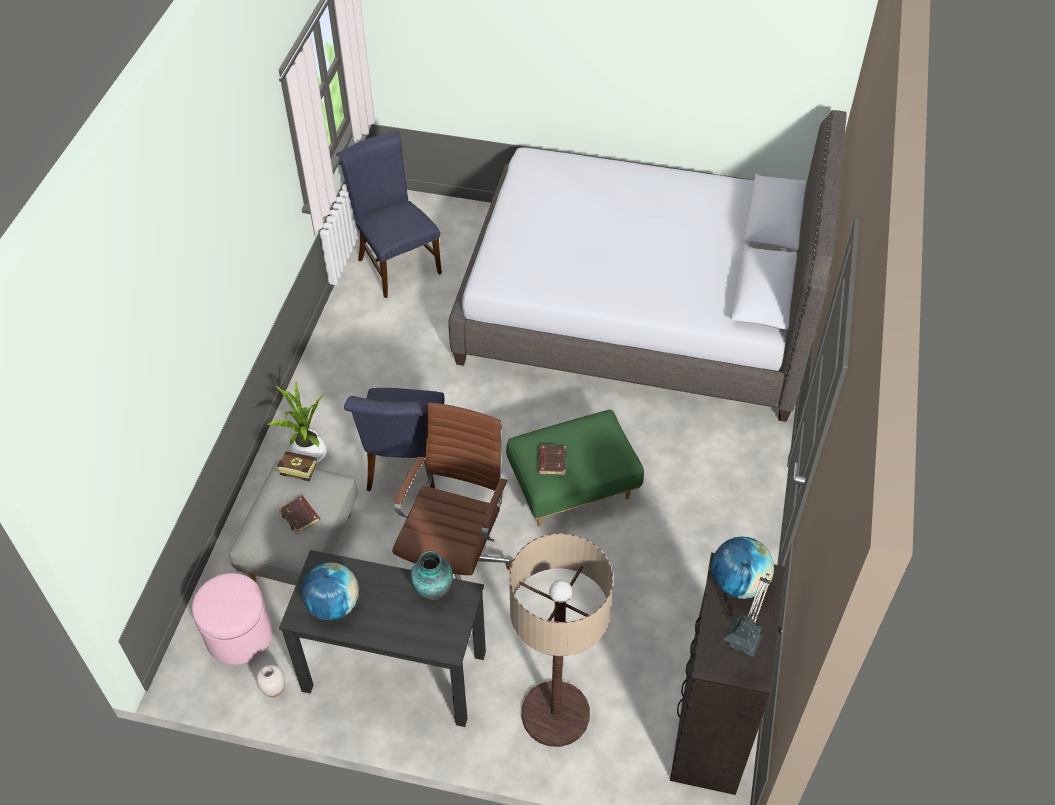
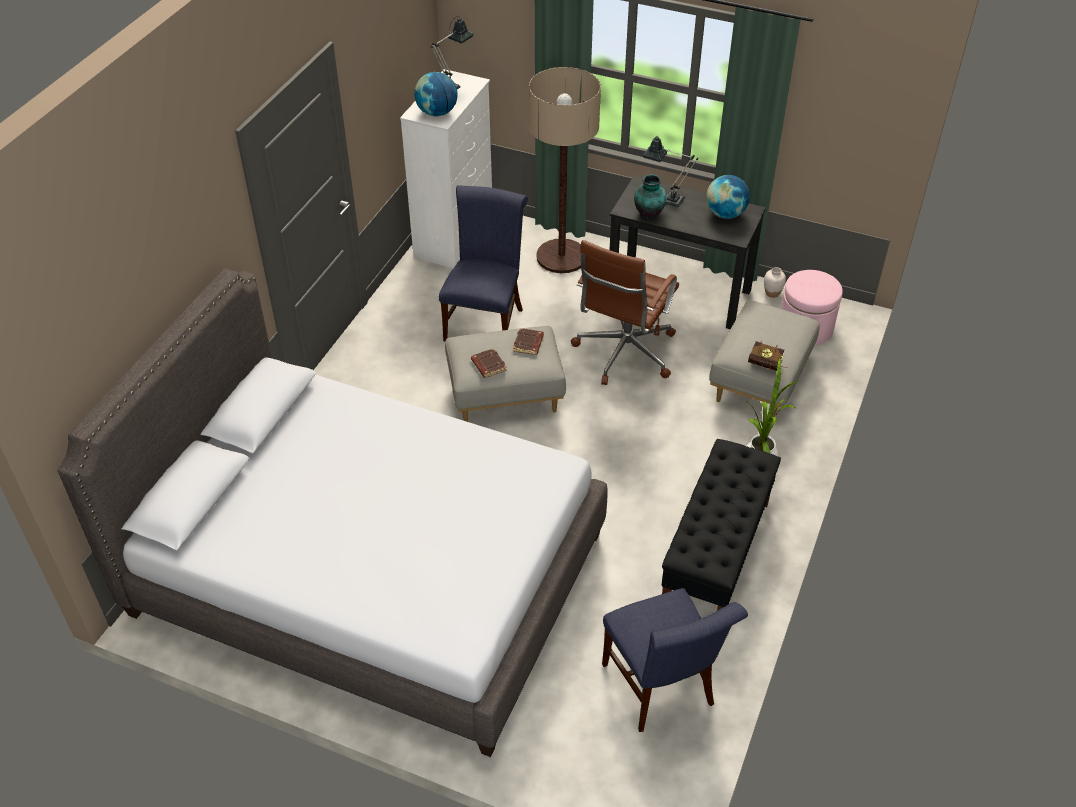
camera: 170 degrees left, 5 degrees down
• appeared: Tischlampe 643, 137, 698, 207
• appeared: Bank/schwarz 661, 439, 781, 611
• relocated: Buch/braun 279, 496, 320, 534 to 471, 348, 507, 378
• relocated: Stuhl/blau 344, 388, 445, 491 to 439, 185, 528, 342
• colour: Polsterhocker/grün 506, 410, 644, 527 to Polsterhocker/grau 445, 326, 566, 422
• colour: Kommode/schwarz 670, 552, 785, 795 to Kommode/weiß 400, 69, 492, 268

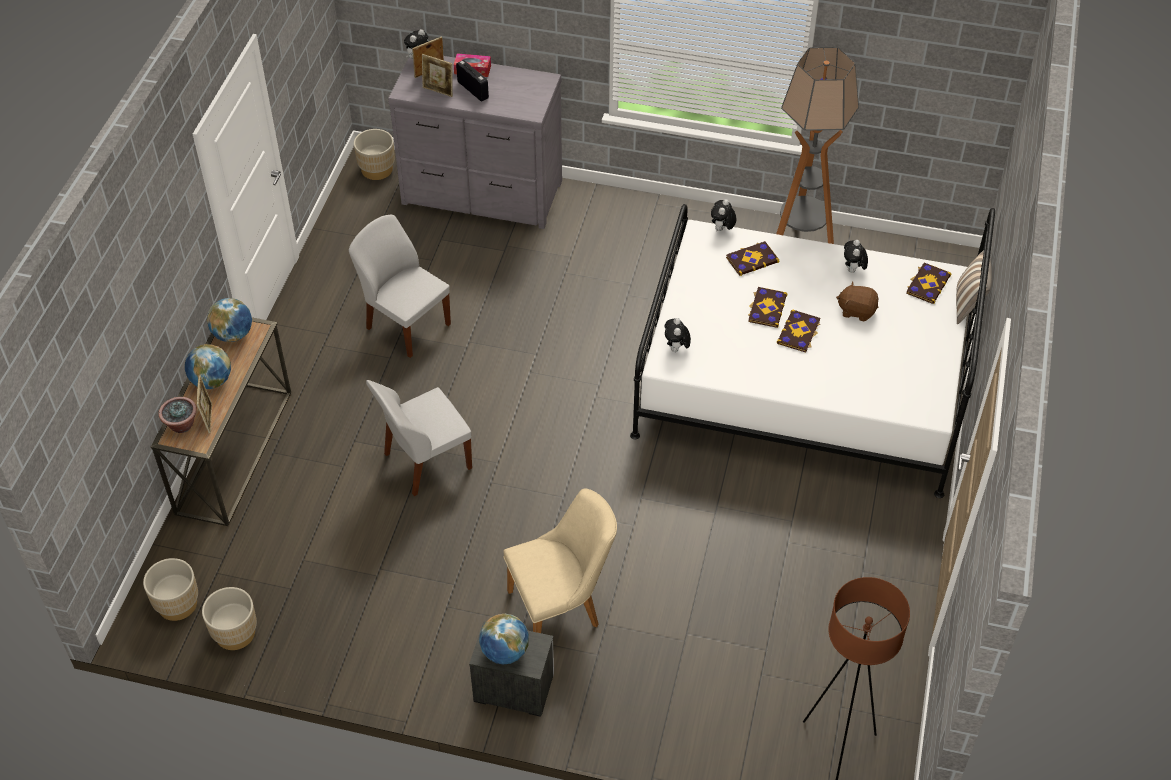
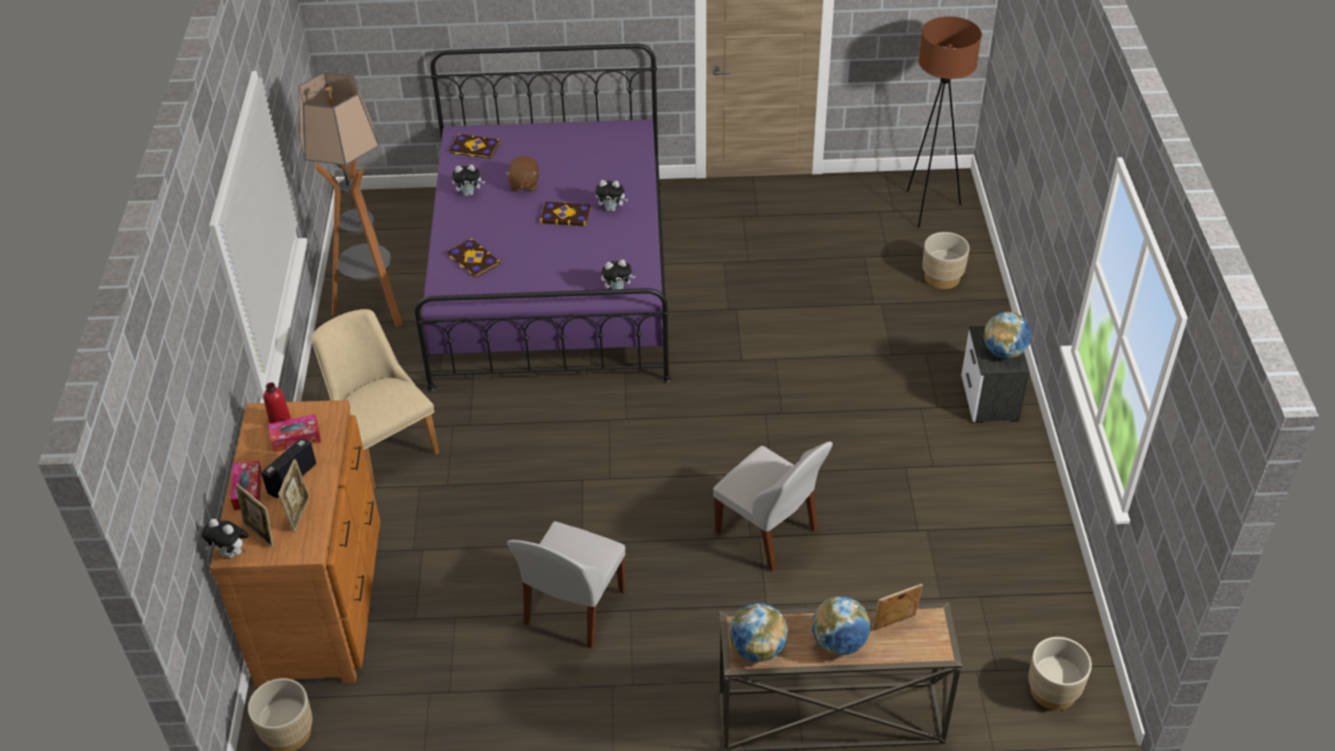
camera: 105 degrees left, 5 degrees down
• missing: Topfpflanze 158, 397, 197, 433
• missing: Buch 748, 287, 788, 328
• missing: Kissen 956, 250, 992, 324
• appeared: Flasche/rot 263, 382, 291, 424
• appeared: Taschentuchbox 268, 414, 321, 452
• relocated: Pflanzkübel/beige 202, 587, 257, 650 to 922, 232, 969, 289
• relocated: Stuhl/beige 503, 489, 617, 633 to 312, 309, 439, 489
• relocated: Plüschtier 711, 199, 736, 231 to 595, 180, 629, 212
• colour: Kommode/grau 388, 56, 562, 229 to Kommode/braun 210, 400, 380, 686
• colour: Bett/weiß 630, 204, 995, 498 to Bett/lila 415, 44, 672, 392

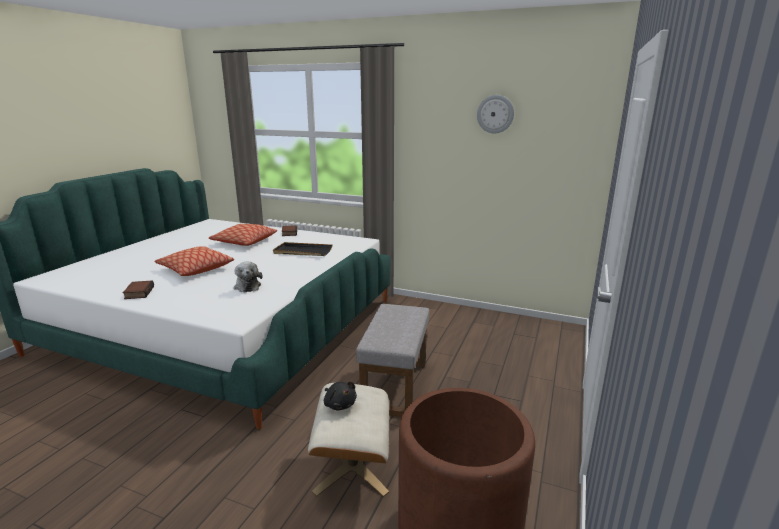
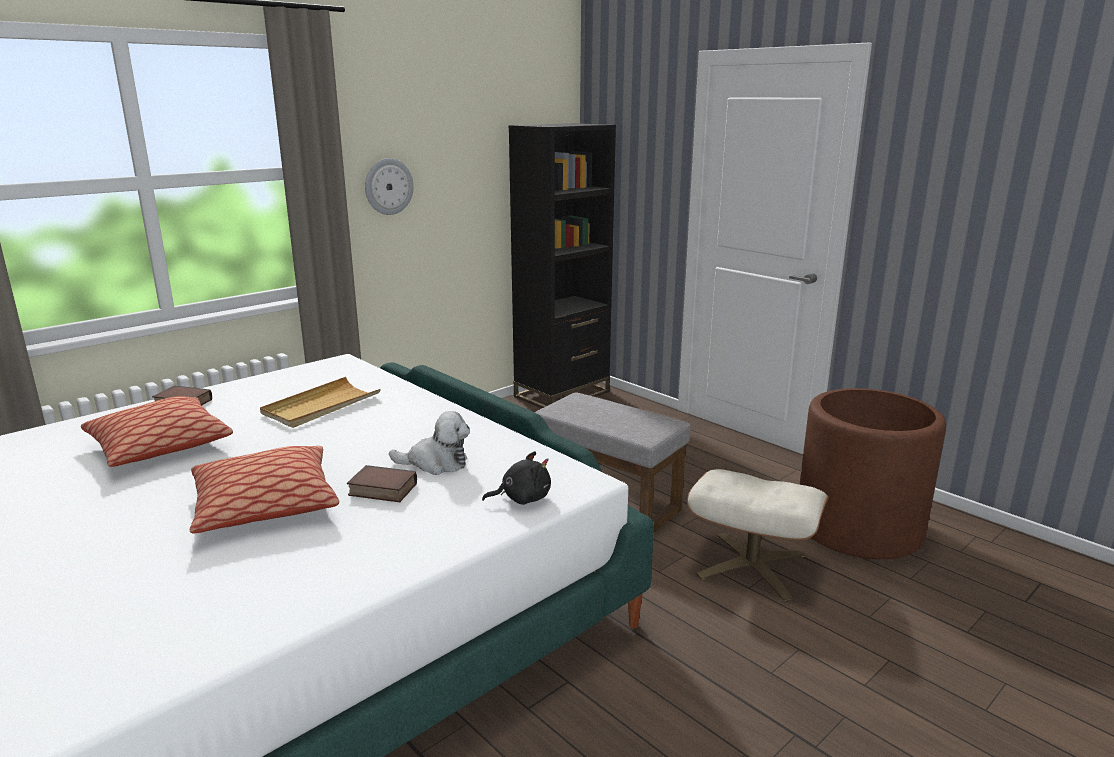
camera: 65 degrees left, 0 degrees up
• appeared: Bücherregal/schwarz 509, 123, 616, 409
• relocated: Buch 123, 280, 154, 299 to 347, 465, 417, 502
• relocated: Plüschtier/schwarz 324, 382, 357, 410 to 482, 451, 551, 505
• relocated: Wanduhr 477, 95, 514, 133 to 365, 158, 414, 215
• colour: Tablett/schwarz 273, 242, 332, 256 to Tablett/beige 260, 377, 381, 428

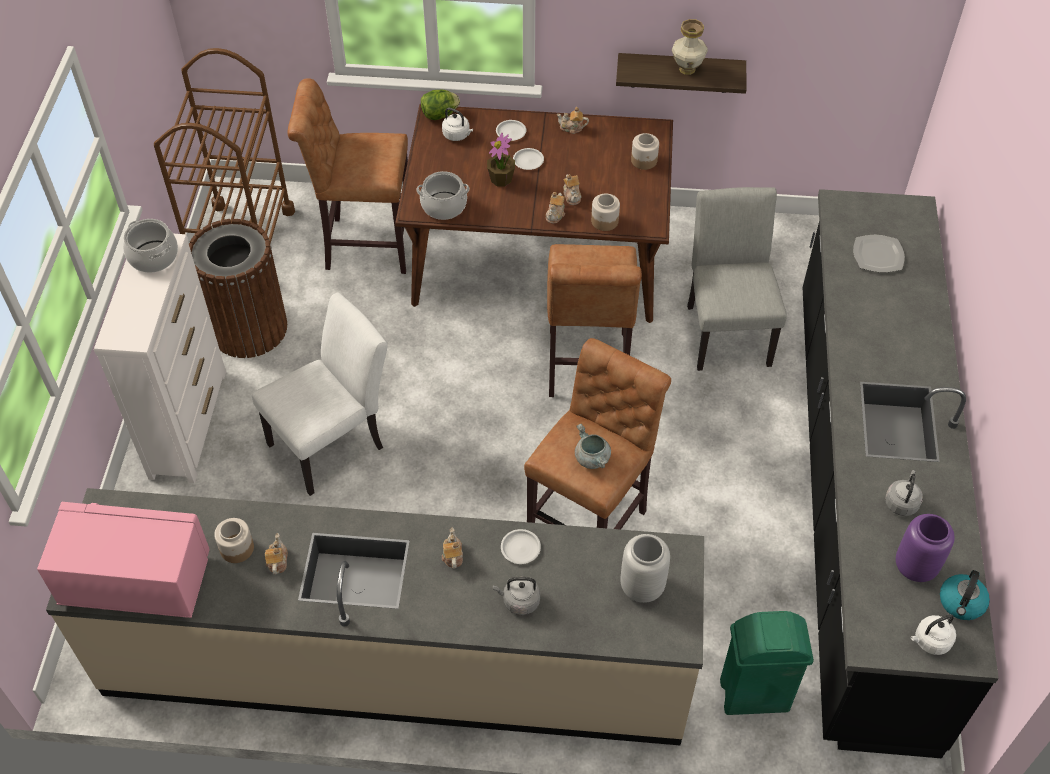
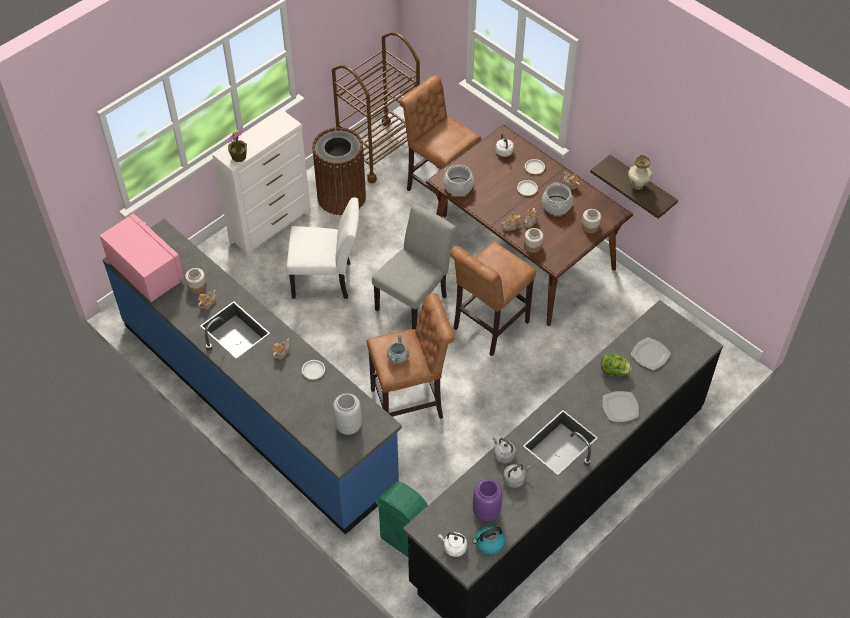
camera: 40 degrees right, 0 degrees up
• appeared: Teller 603, 391, 639, 422
• relocated: Kochtopf 123, 219, 178, 273 to 542, 182, 573, 215
• relocated: Salatkopf 421, 89, 460, 120 to 601, 353, 632, 377
• relocated: Topfpflanze 487, 133, 515, 187 to 228, 129, 247, 162
• relocated: Wasserkessel/grau 493, 576, 540, 615 to 492, 437, 516, 463
• relocated: Stuhl/grau 687, 187, 787, 371 to 372, 204, 456, 329
• colour: Küchenzeile/beige 46, 488, 704, 745 to Küchenzeile/blau 103, 219, 402, 535

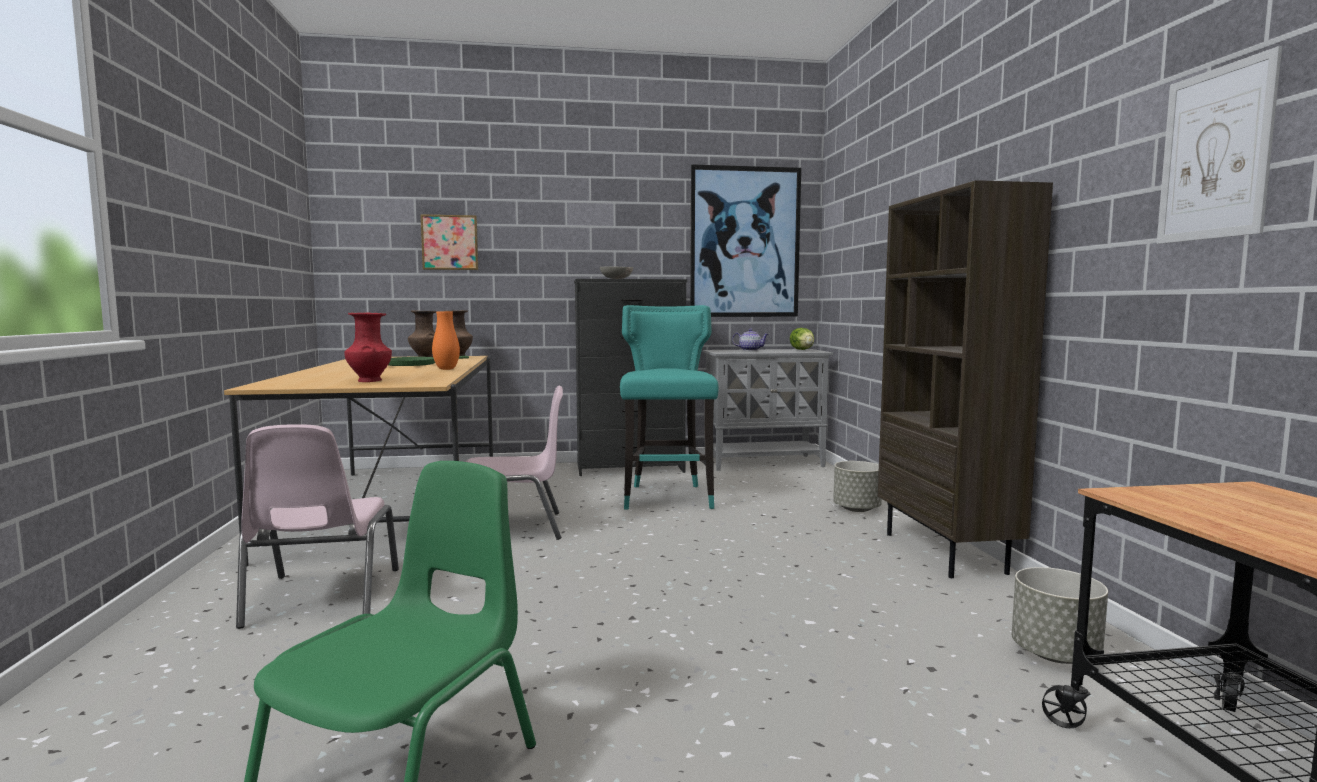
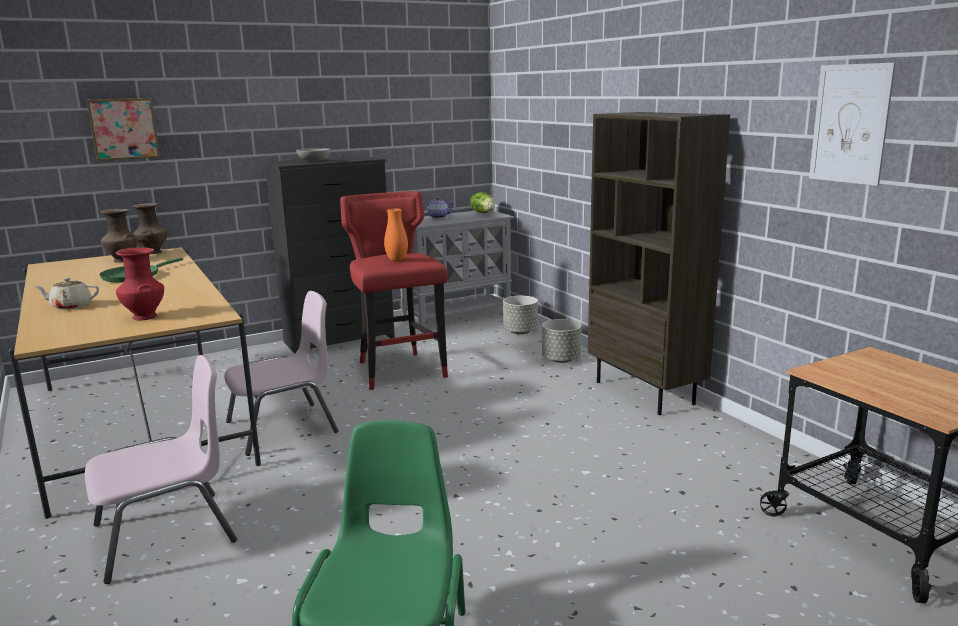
camera: 20 degrees left, 10 degrees up
• missing: Bild 690, 165, 801, 317
• appeared: Teekanne/beige 34, 278, 99, 310
• relocated: Vase/orange 432, 311, 460, 370 to 384, 209, 408, 261
• relocated: Pflanzkübel/grau 1012, 567, 1108, 664 to 503, 296, 538, 334
• colour: Hocker/türkis 620, 305, 719, 510 to Hocker/rot 340, 191, 448, 390
• spun: Stuhl/rosa 236, 424, 399, 629 = 85, 355, 237, 584 90 degrees counterclockwise

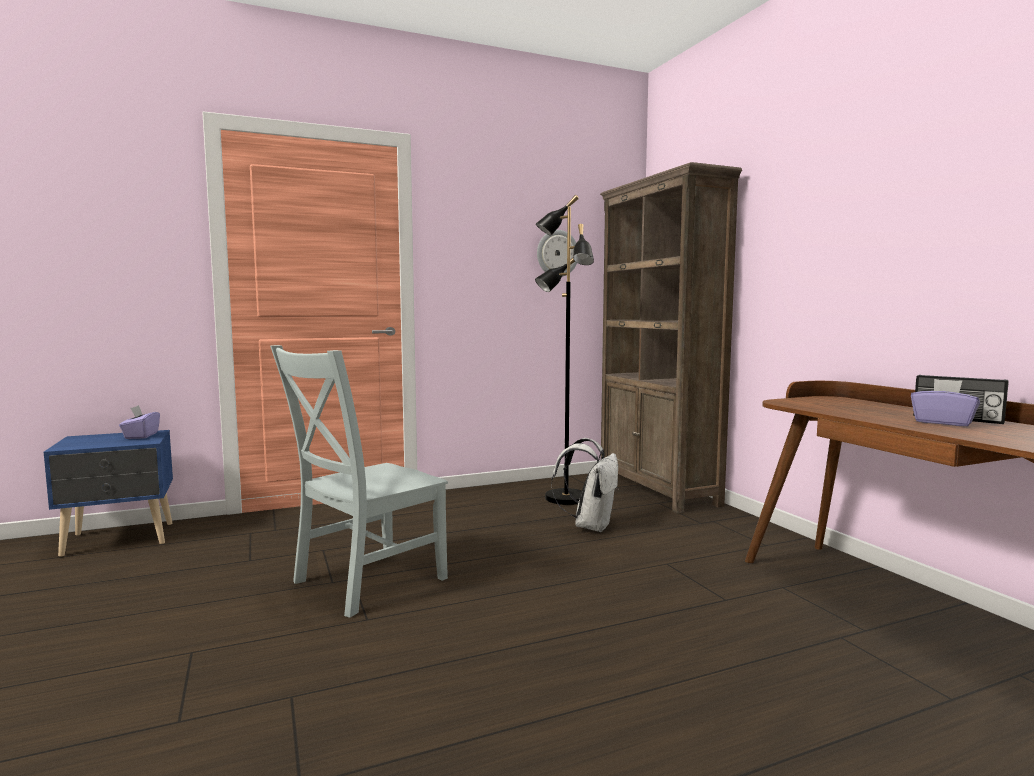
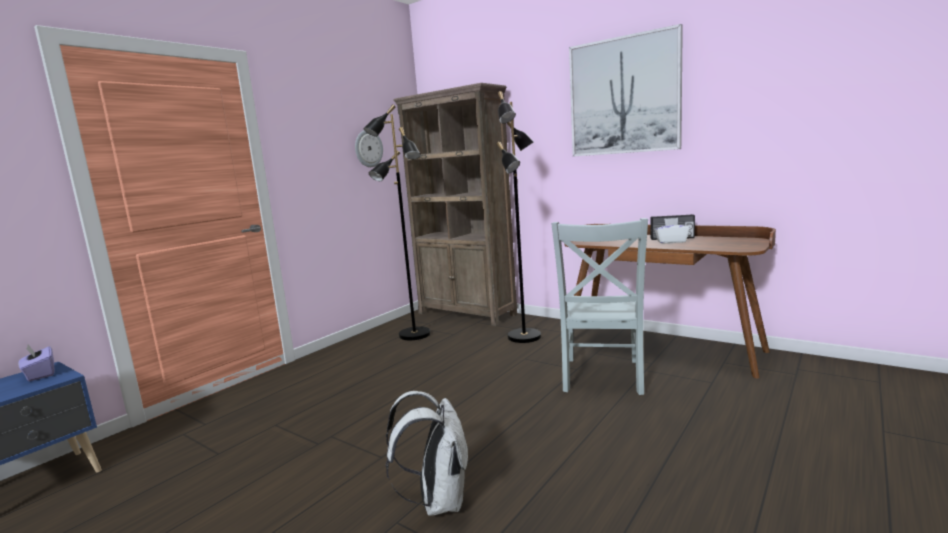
camera: 30 degrees left, 5 degrees up
• appeared: Stehlampe/schwarz 497, 91, 541, 343
• appeared: Bild 569, 24, 683, 156
• relocated: Stuhl/grau 270, 345, 448, 618 to 551, 218, 648, 395
• relocated: Rucksack/weiß 551, 438, 618, 532 to 386, 391, 468, 516
• colour: Taschentuchbox/lila 911, 379, 980, 426 to Taschentuchbox/weiß 655, 218, 690, 243

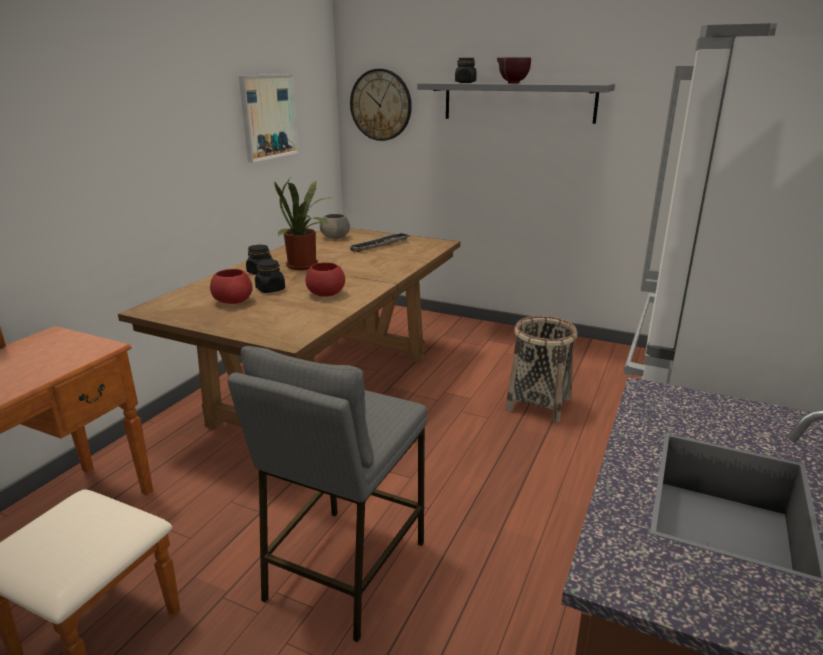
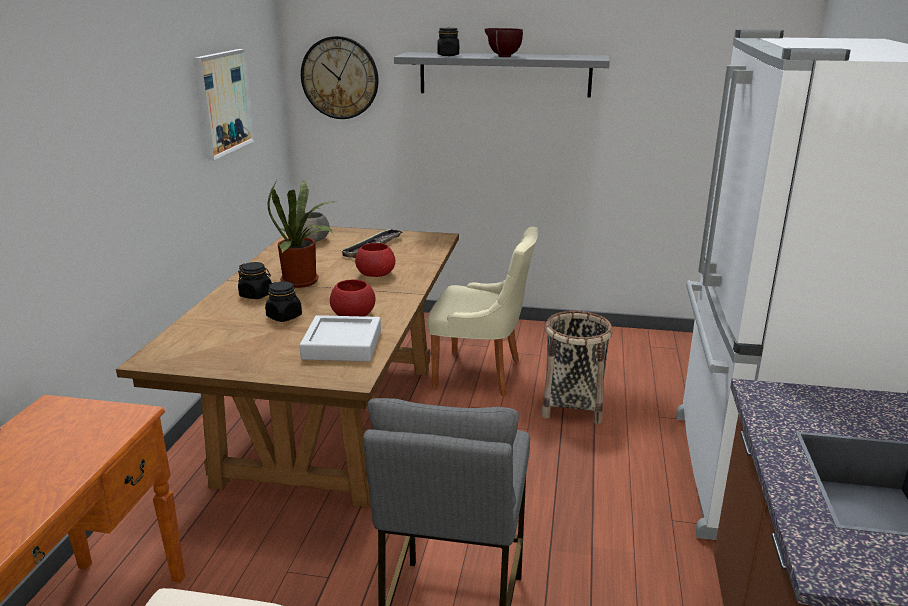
camera: 15 degrees left, 0 degrees up
• appeared: Tablett/grau 300, 315, 381, 362
• appeared: Stuhl/beige 428, 227, 538, 396
• relocated: Schüssel/rot 210, 269, 253, 304 to 355, 243, 395, 277

